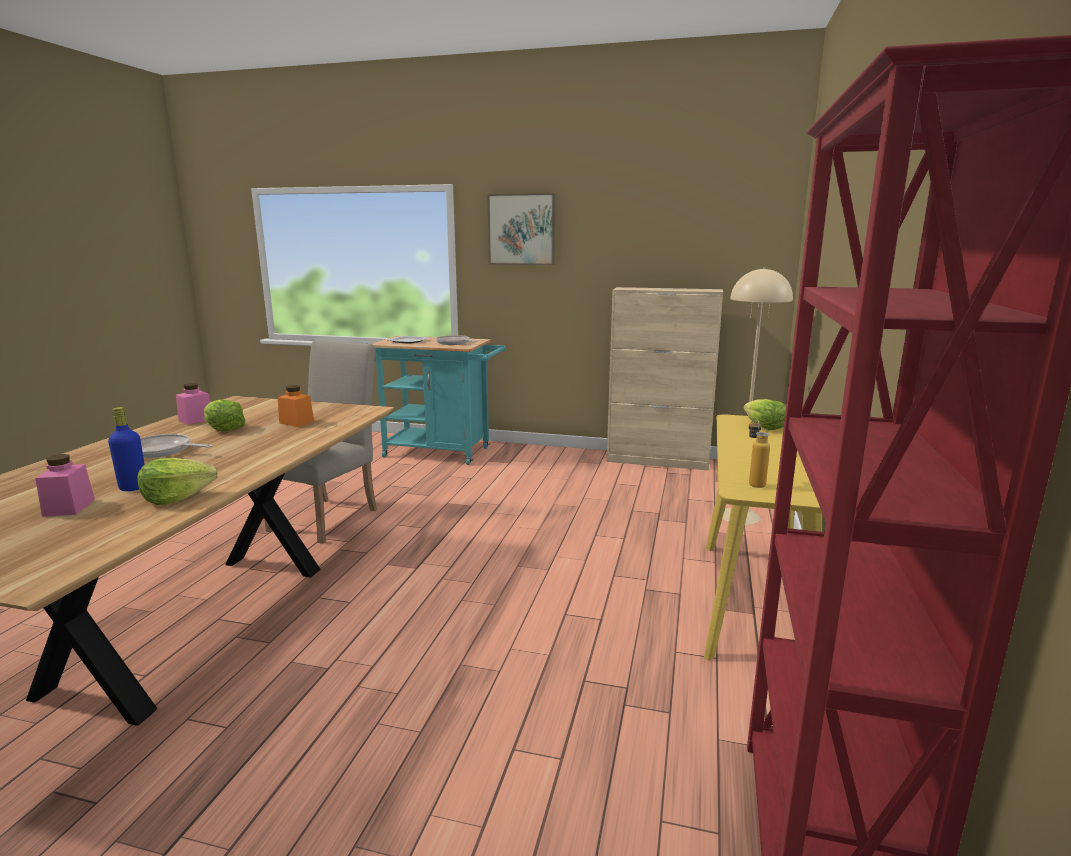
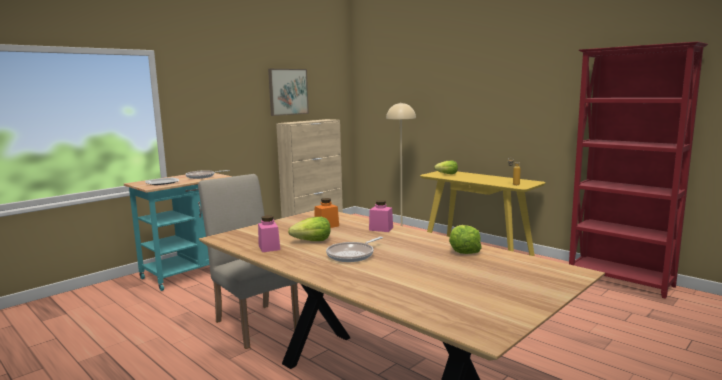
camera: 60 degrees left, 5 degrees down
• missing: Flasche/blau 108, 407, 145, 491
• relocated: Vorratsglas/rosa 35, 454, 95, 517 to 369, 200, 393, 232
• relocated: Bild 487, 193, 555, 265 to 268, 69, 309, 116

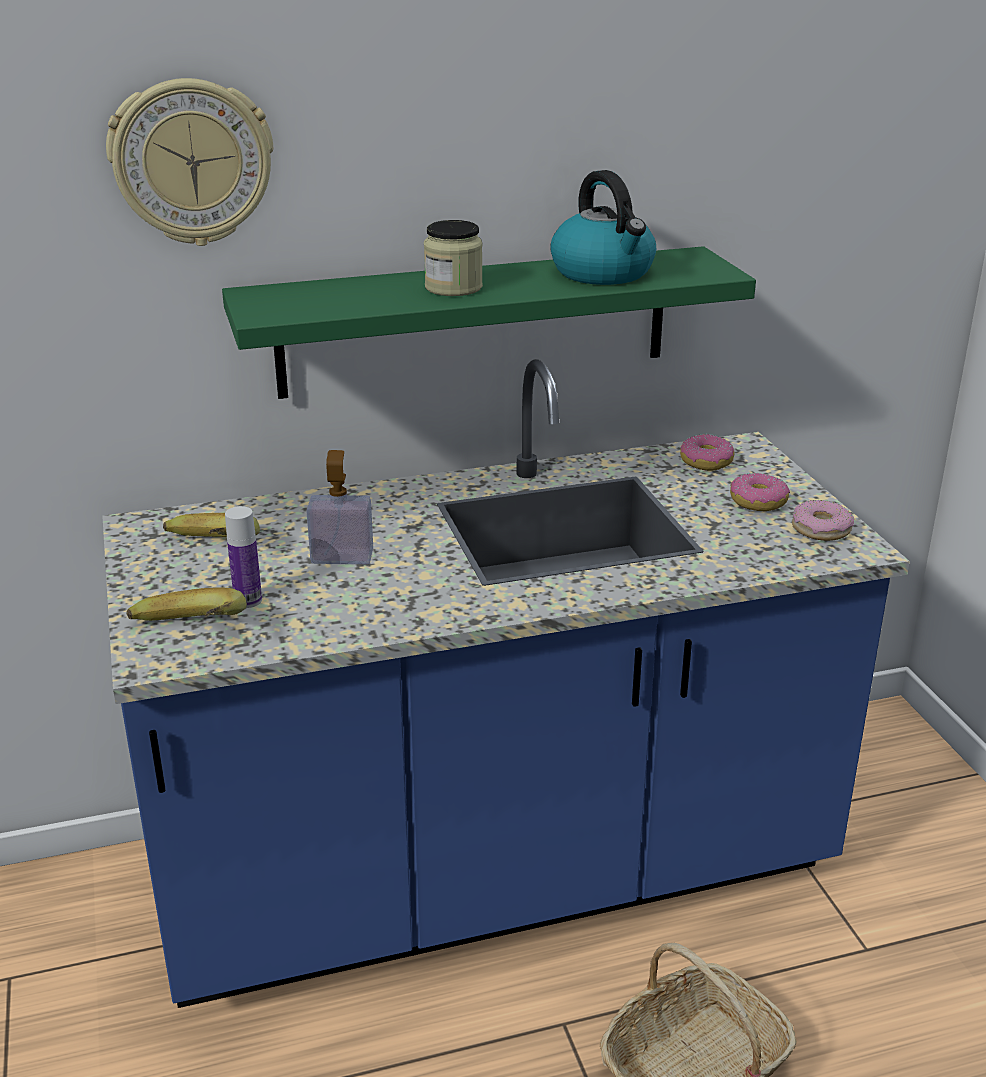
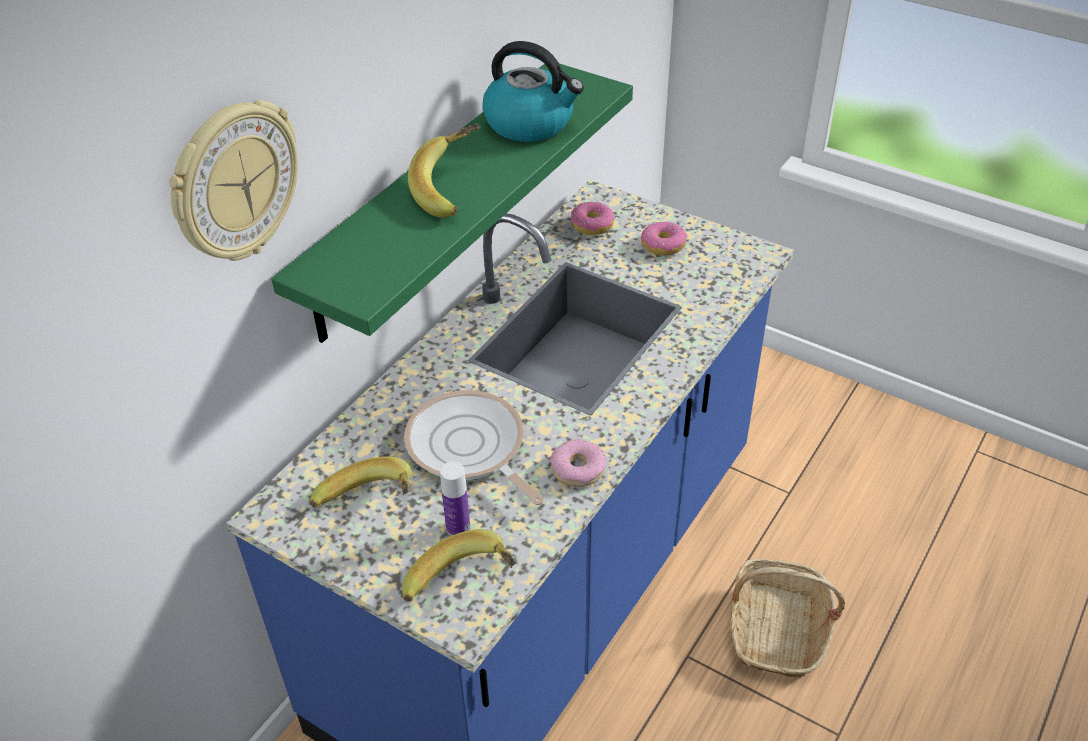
camera: 40 degrees left, 15 degrees up
• relocated: Donut 792, 500, 854, 541 to 550, 439, 606, 487
• exchanged: Seifenspender 306, 450, 373, 564 to Pfanne 404, 390, 544, 505
• exchanged: Vorratsglas 424, 220, 483, 296 to Banane 408, 123, 479, 218

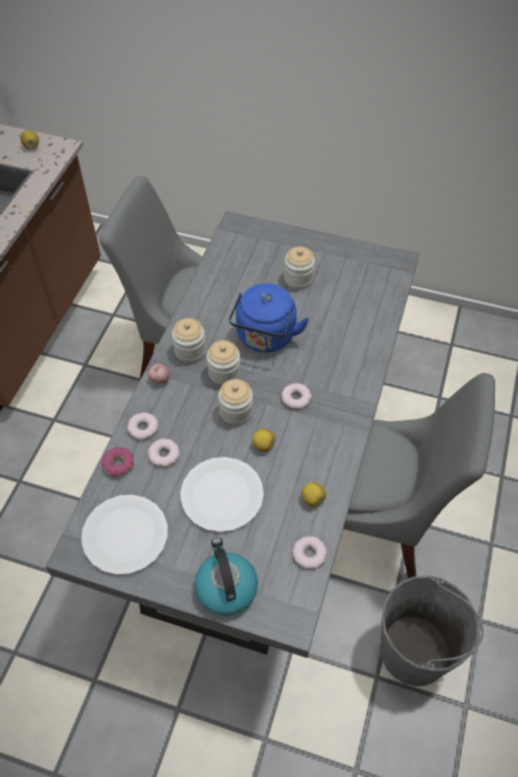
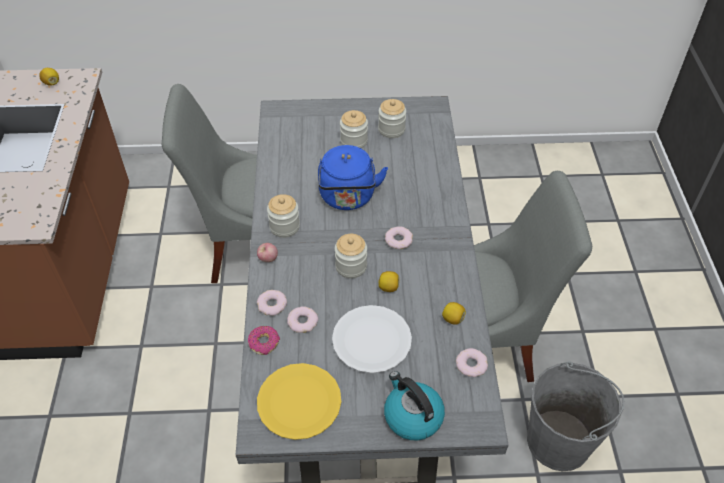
camera: 20 degrees left, 5 degrees down
• relocated: Vorratsglas 207, 340, 240, 385 to 378, 99, 406, 138
• colour: Teller/weiß 81, 495, 168, 575 to Teller/gelb 257, 363, 341, 440

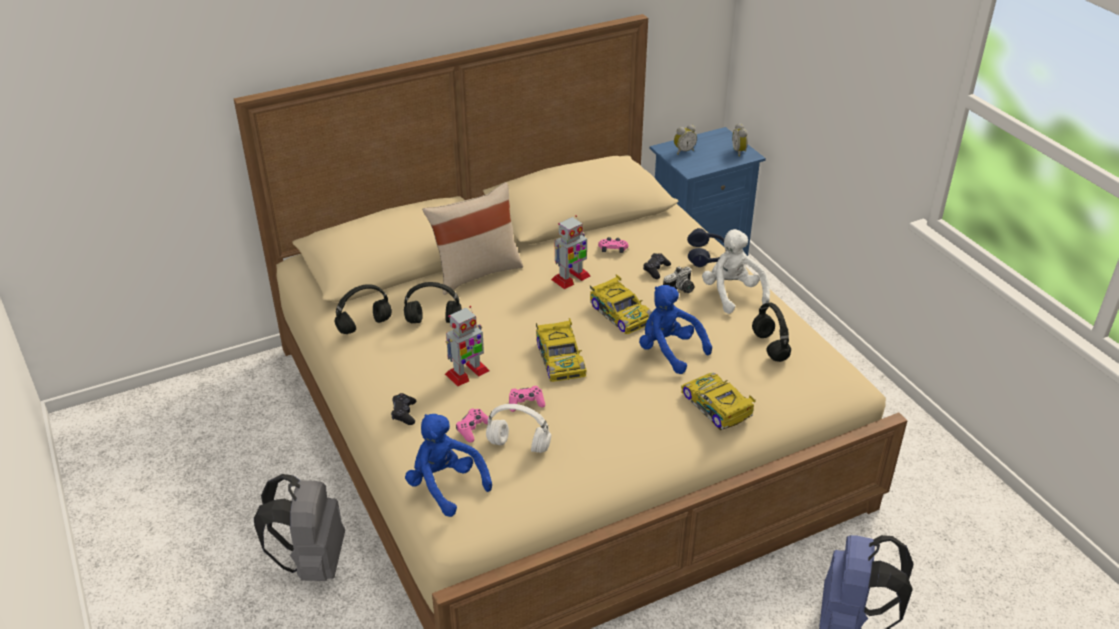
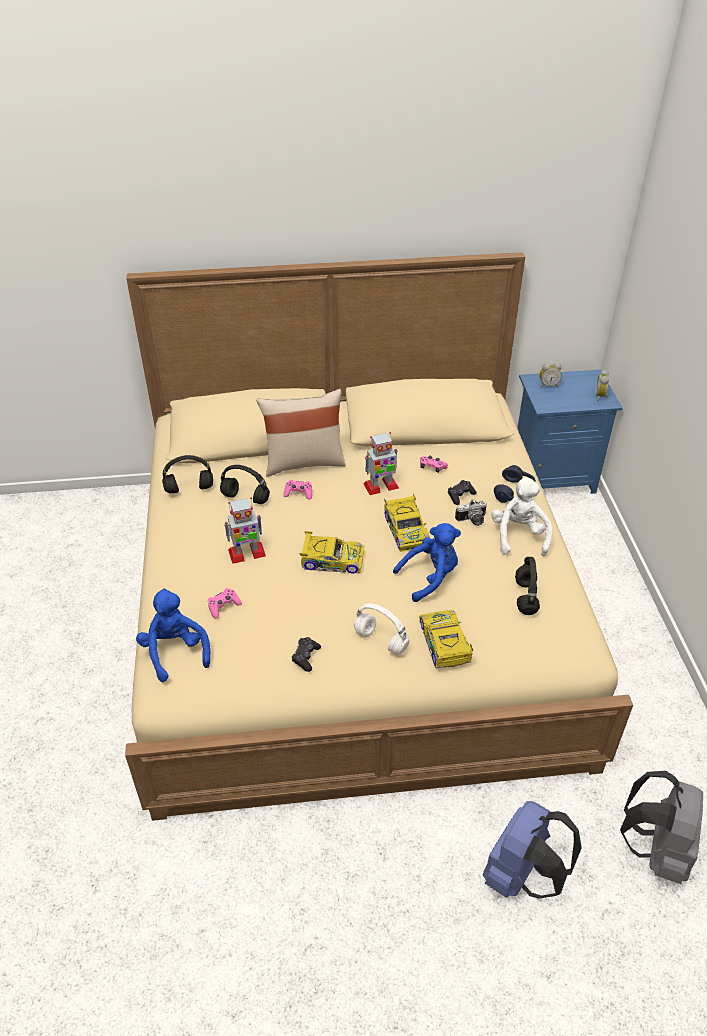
camera: 20 degrees right, 5 degrees up
• relocated: Rucksack/grau 254, 474, 345, 581 to 620, 771, 703, 884
• relocated: Gamepad/schwarz 391, 393, 416, 425 to 292, 637, 321, 672
• relocated: Kopfhörer/weiß 486, 404, 551, 453 to 354, 603, 409, 654
• relocated: Gamepad/rosa 509, 386, 545, 412 to 283, 480, 312, 500
• spun: Spielzeugauto 536, 318, 587, 382 = 299, 531, 364, 574 90 degrees counterclockwise
• spun: Plüschtier/blau 639, 285, 712, 374 = 393, 523, 461, 602 90 degrees clockwise

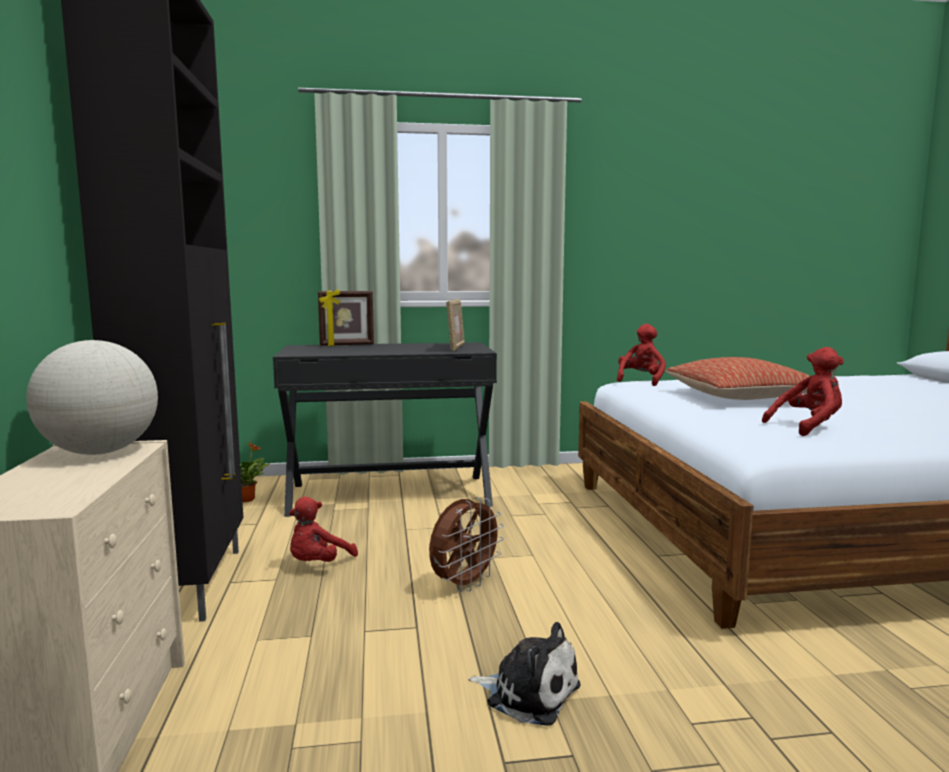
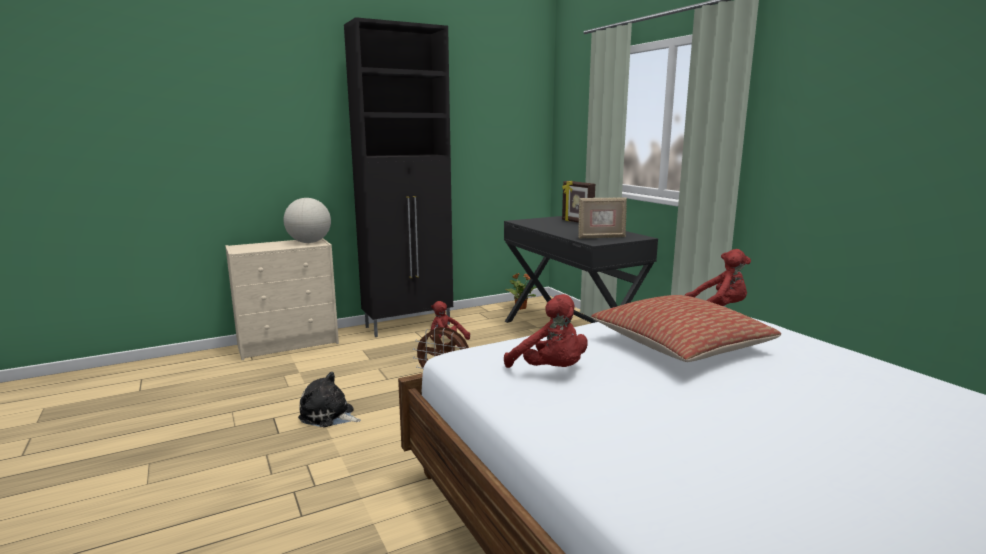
camera: 70 degrees right, 5 degrees up
• spun: Plüschtier 468, 622, 580, 726 = 298, 372, 361, 427 105 degrees clockwise

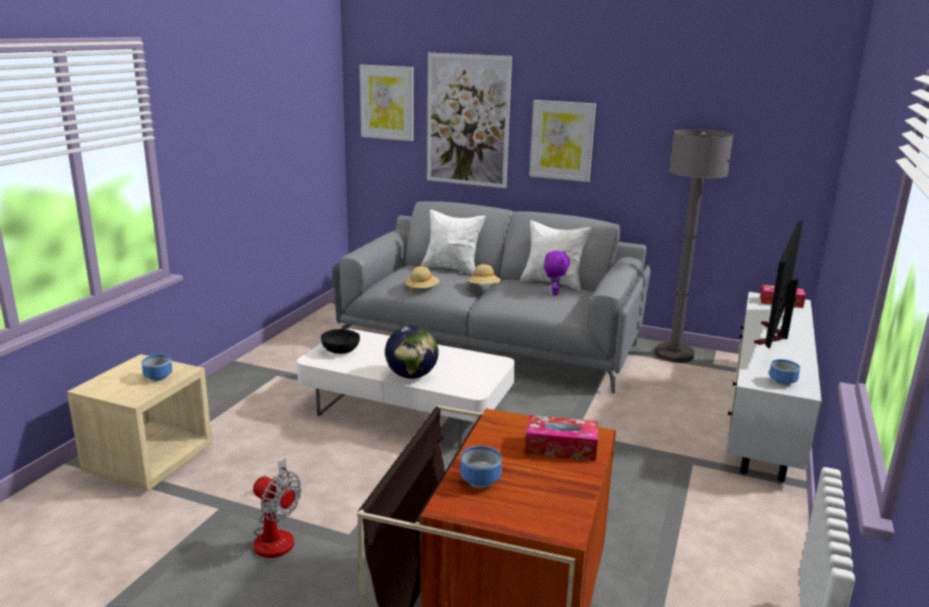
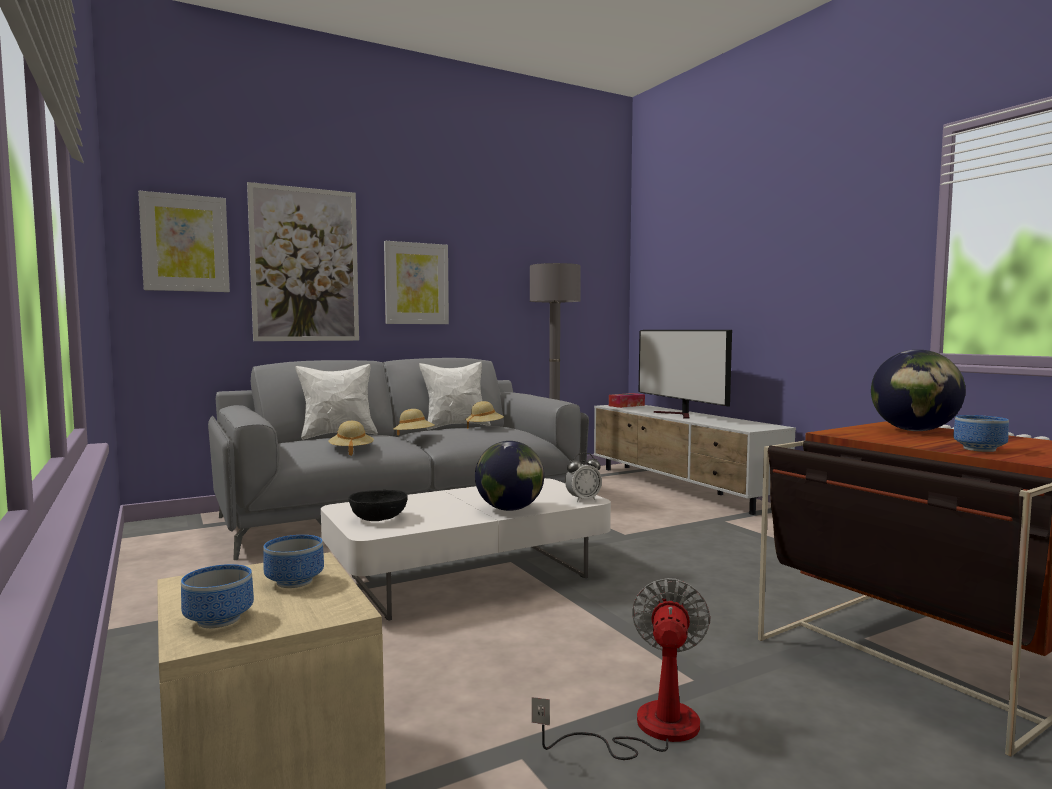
camera: 50 degrees left, 15 degrees down
• appeared: Wecker 565, 453, 602, 502
• relocated: Schüssel 769, 359, 800, 386 to 181, 564, 254, 628
• exchanged: Taschentuchbox 525, 415, 598, 461 to Globus 871, 350, 965, 431
• exchanged: Plüschtier/lila 544, 251, 570, 295 to Hut/beige 465, 401, 504, 429
• spun: Ventilator 253, 458, 302, 558 = 532, 578, 711, 760 60 degrees counterclockwise

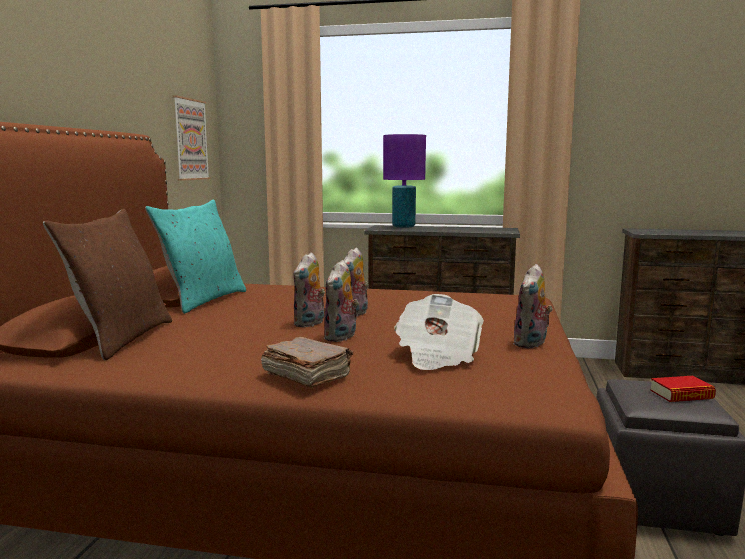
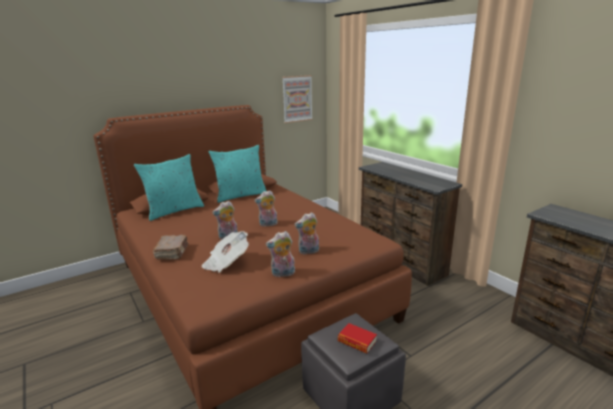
camera: 45 degrees right, 10 degrees up
• missing: Tischlampe/lila 383, 134, 426, 228
• relocated: Plüschtier 293, 252, 325, 328 to 294, 212, 319, 255
• colour: Kissen/braun 43, 209, 172, 360 to Kissen/türkis 134, 154, 204, 221

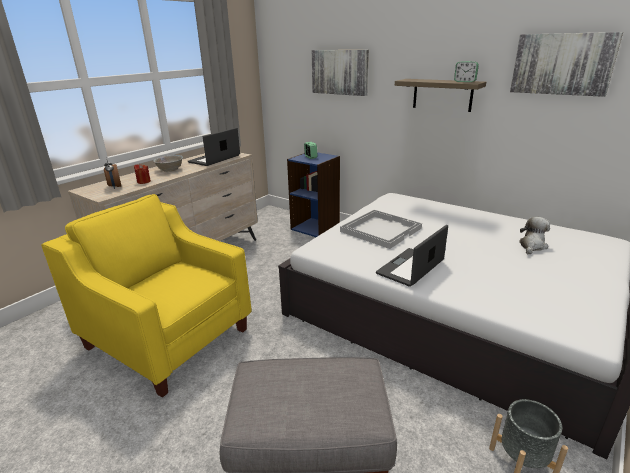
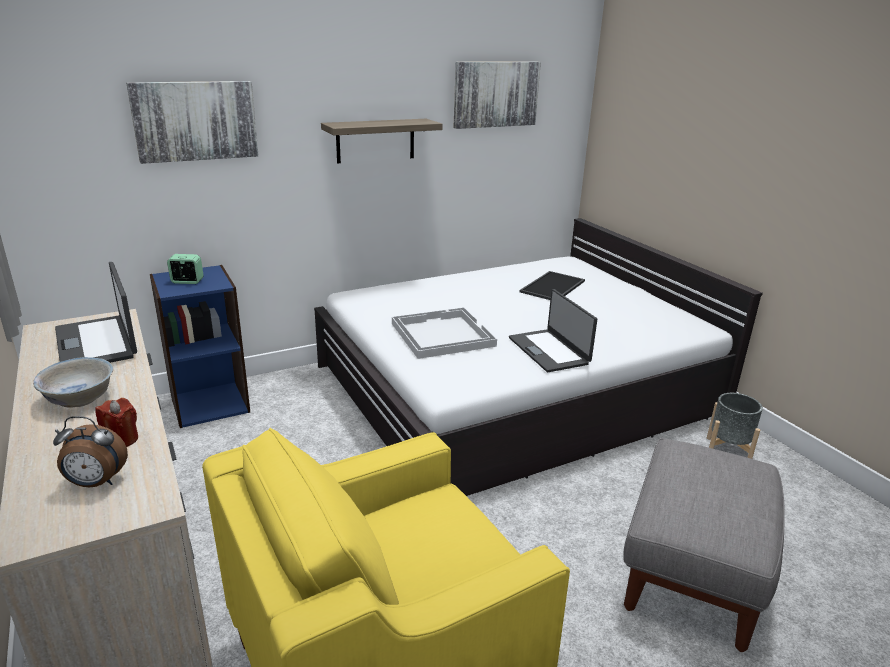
camera: 65 degrees left, 0 degrees up
• missing: Wecker 454, 61, 479, 82
• exchanged: Plüschtier 519, 217, 550, 254 to Tablett 520, 271, 585, 300

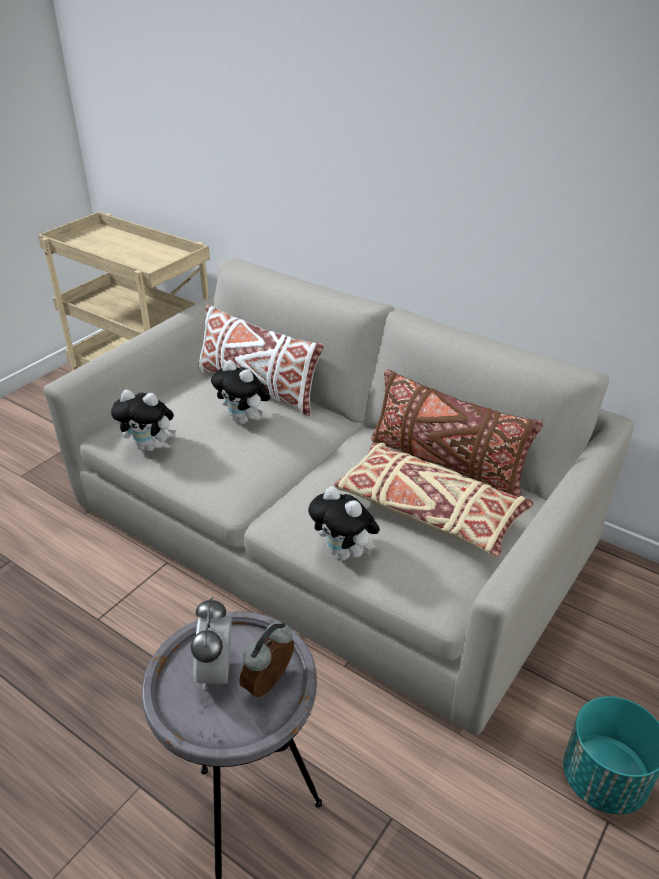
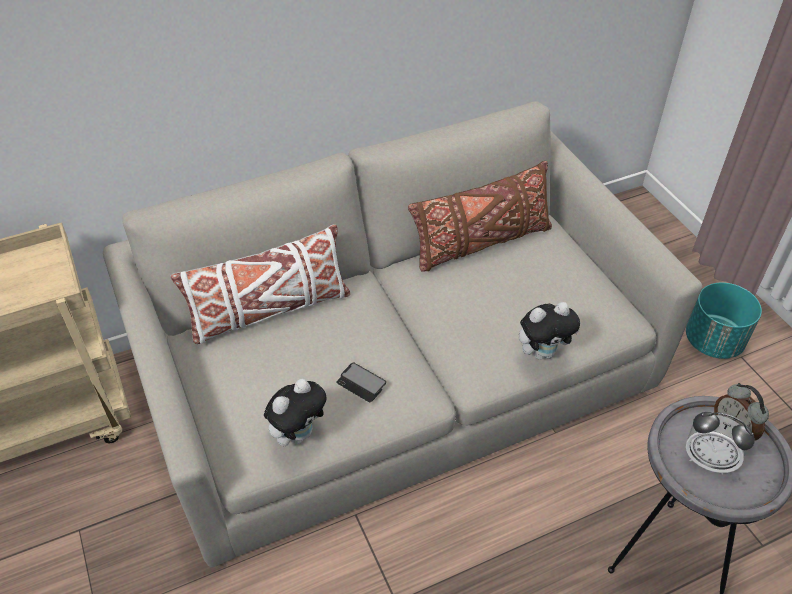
camera: 60 degrees left, 10 degrees up
• missing: Plüschtier 211, 360, 271, 424
• missing: Kissen/beige 334, 443, 534, 557
• appeared: Handy 337, 362, 386, 402

